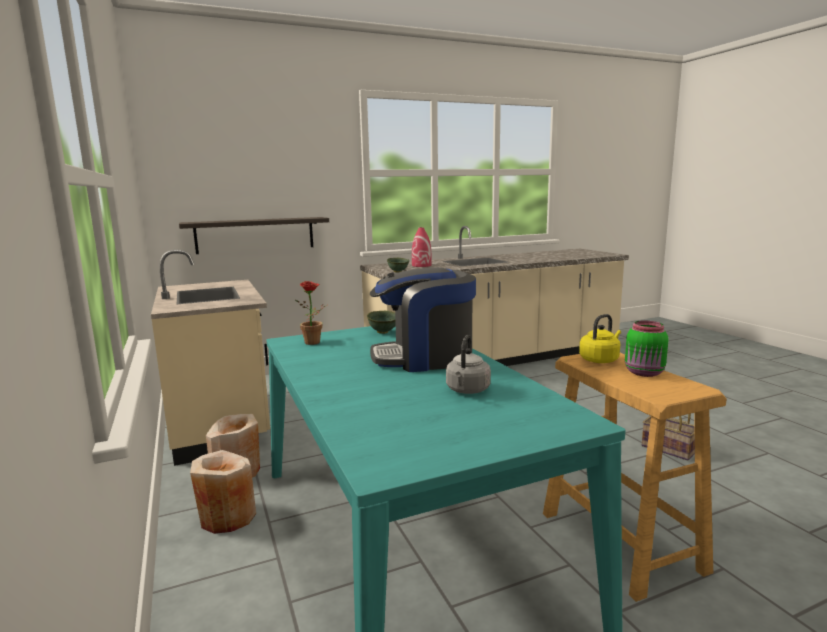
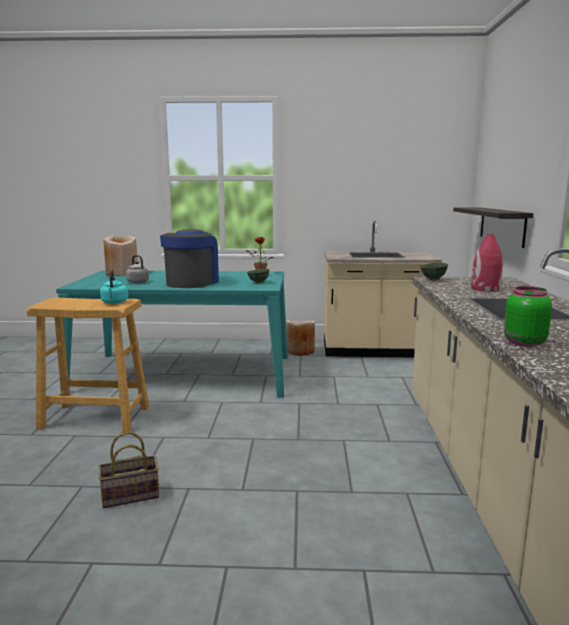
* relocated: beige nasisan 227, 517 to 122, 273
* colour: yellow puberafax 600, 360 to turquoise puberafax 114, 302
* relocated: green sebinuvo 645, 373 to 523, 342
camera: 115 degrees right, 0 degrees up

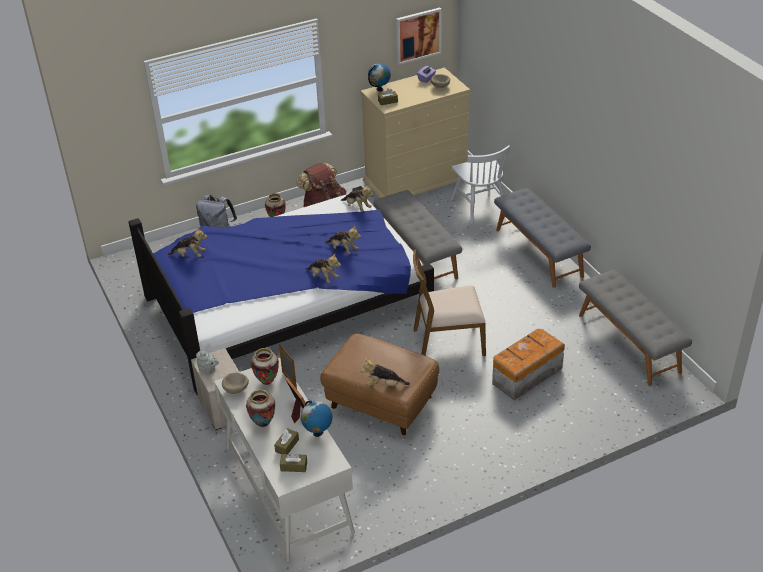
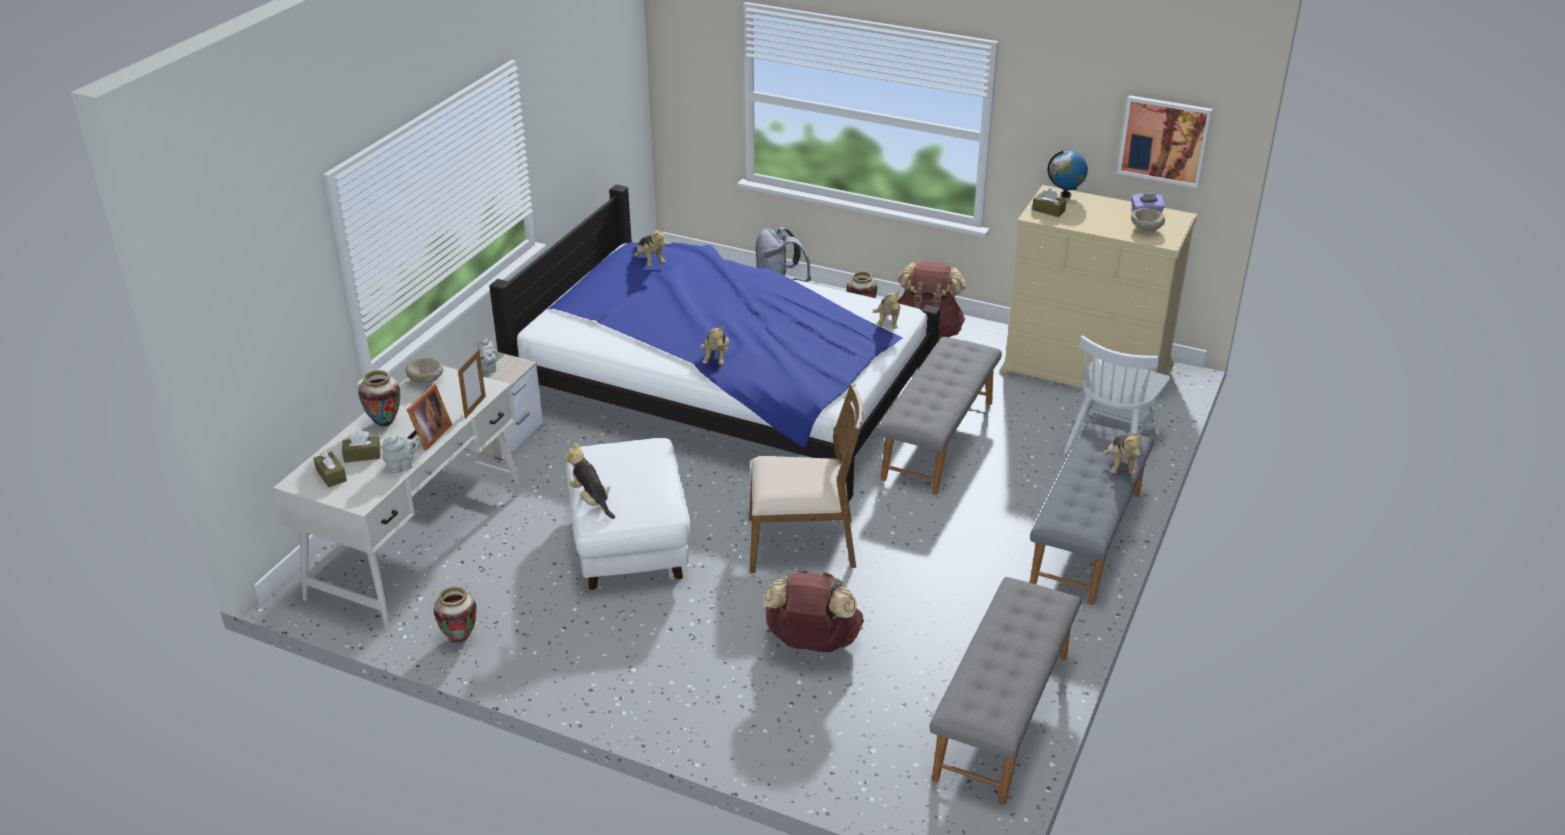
* relocated: nasisan 267, 381 to 460, 638
* exchanged: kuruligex 317, 433 to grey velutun 402, 466
* colour: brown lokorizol 382, 401 to white lokorizol 631, 543
* relocated: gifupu 343, 249 to 1119, 465
* spun: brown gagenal 448, 341 = 802, 543 135 degrees clockwise
* exchanged: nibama 525, 376 to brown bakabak 812, 643
camera: 50 degrees right, 5 degrees down

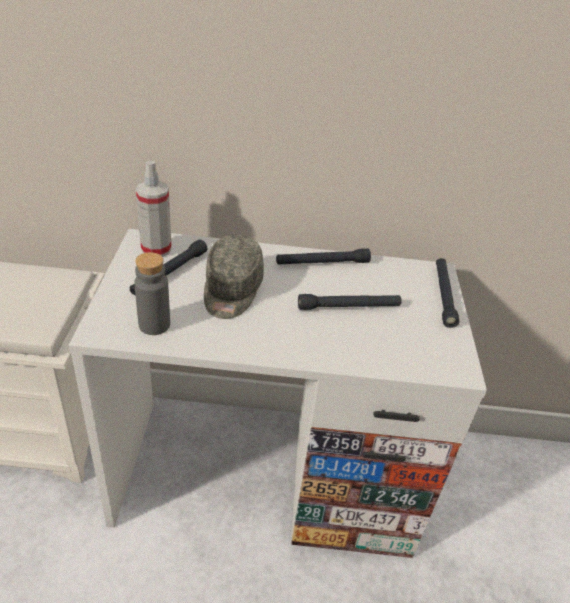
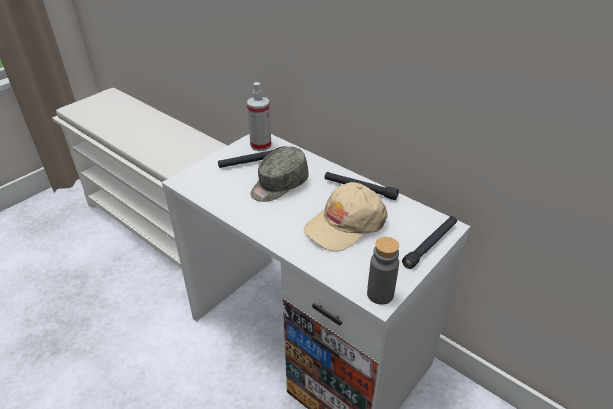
* relocated: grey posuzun 154, 325 to 380, 294
* exchanged: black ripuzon 349, 307 to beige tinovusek 345, 224
camera: 40 degrees right, 0 degrees up

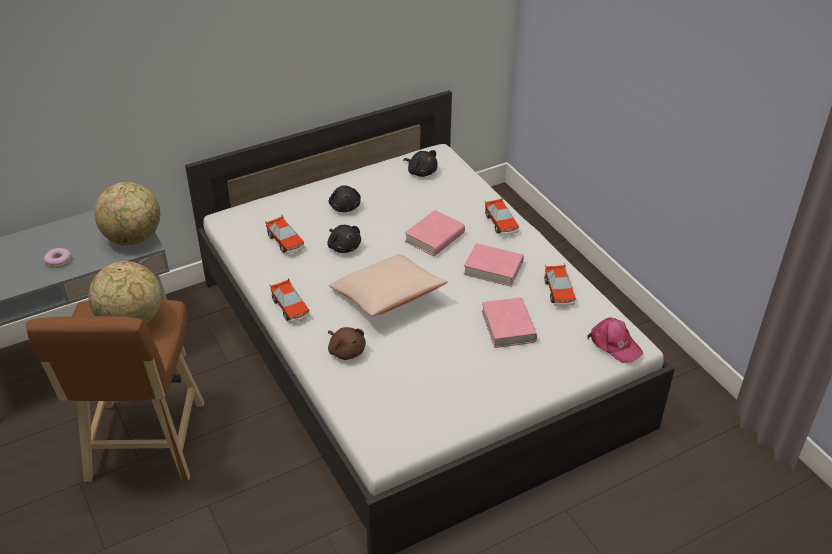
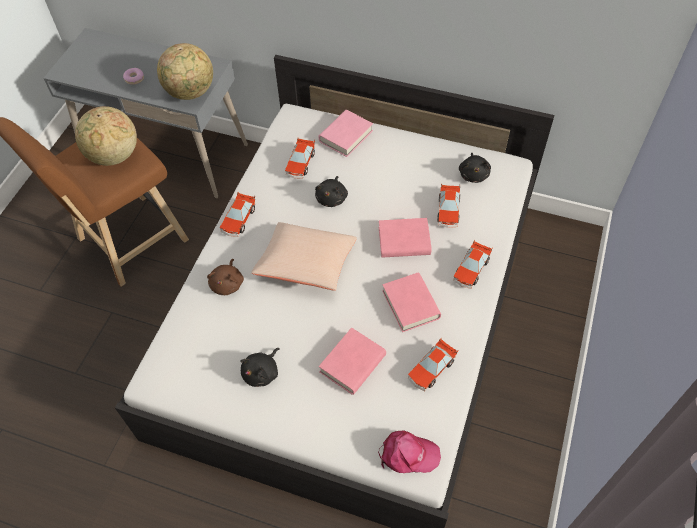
* relocated: black gifupu 345, 207 to 262, 372
* spun: pink tinovusek 614, 344 = 408, 454 90 degrees counterclockwise
* appeared: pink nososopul 346, 136
* appeared: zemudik 448, 211
camera: 50 degrees right, 15 degrees up

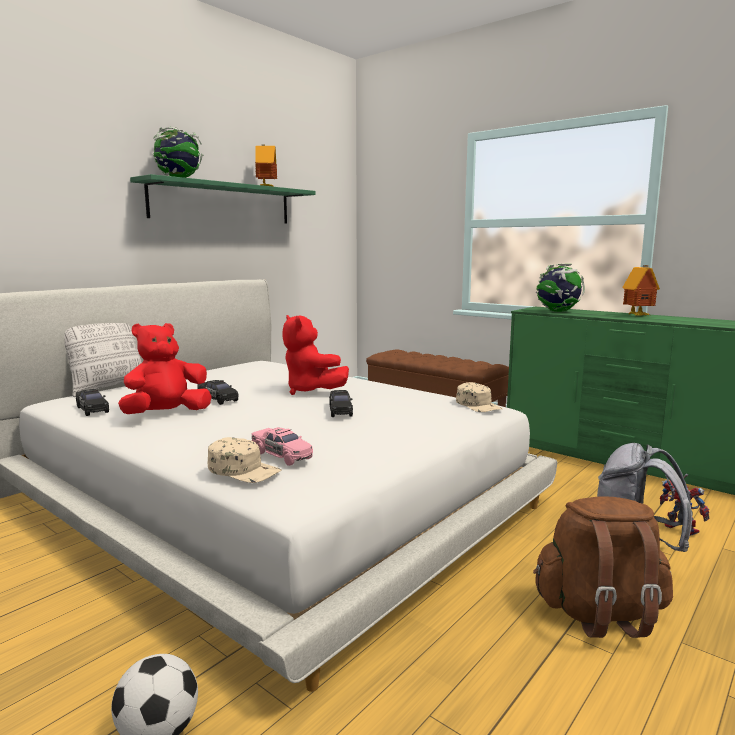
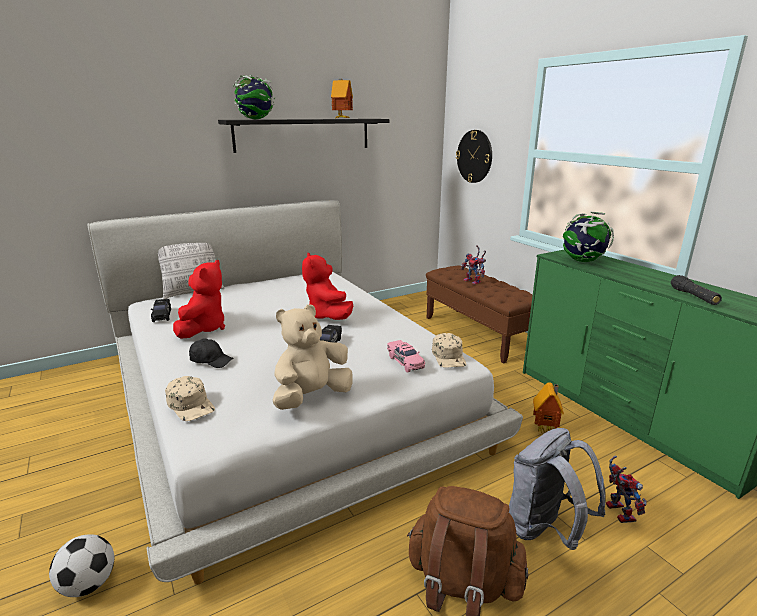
* spun: red gifupu 166, 414 = 203, 328 120 degrees clockwise
* colour: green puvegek 223, 203 to black puvegek 303, 134
* missing: black zemudik 218, 399
* relocated: pink zemudik 282, 455 to 405, 362
* relocated: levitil 638, 316 to 545, 429
* appeared: black tinovusek 211, 360
* appeared: beige gifupu 312, 397
* appeared: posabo 474, 156
* appeared: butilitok 474, 281
* appeared: black ripuzon 693, 297
camera: 20 degrees right, 10 degrees up

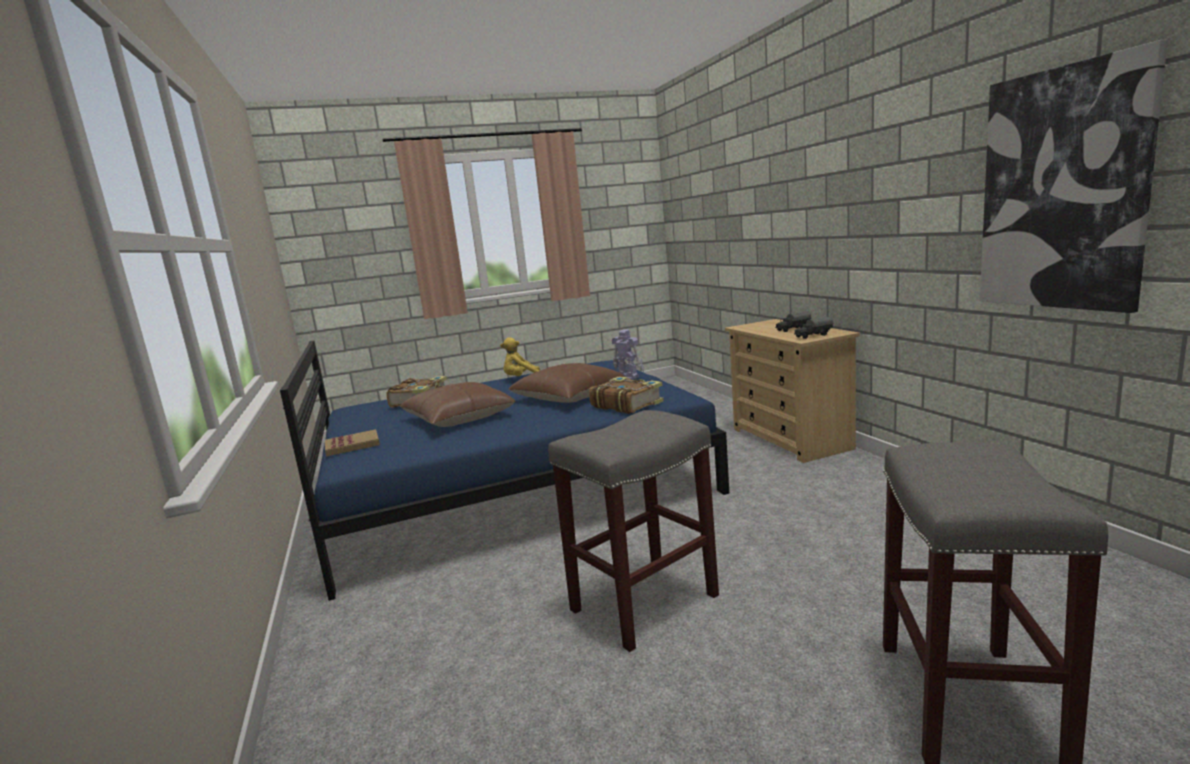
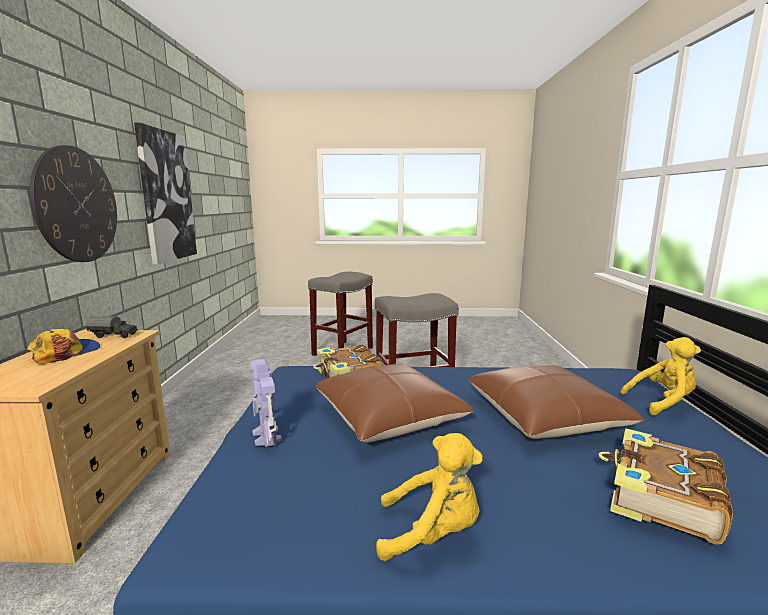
* exchanged: nososopul 352, 445 to yellow gifupu 662, 402
* exchanged: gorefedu 792, 329 to tinovusek 66, 353
* appeared: posabo 77, 205
camera: 160 degrees left, 0 degrees up

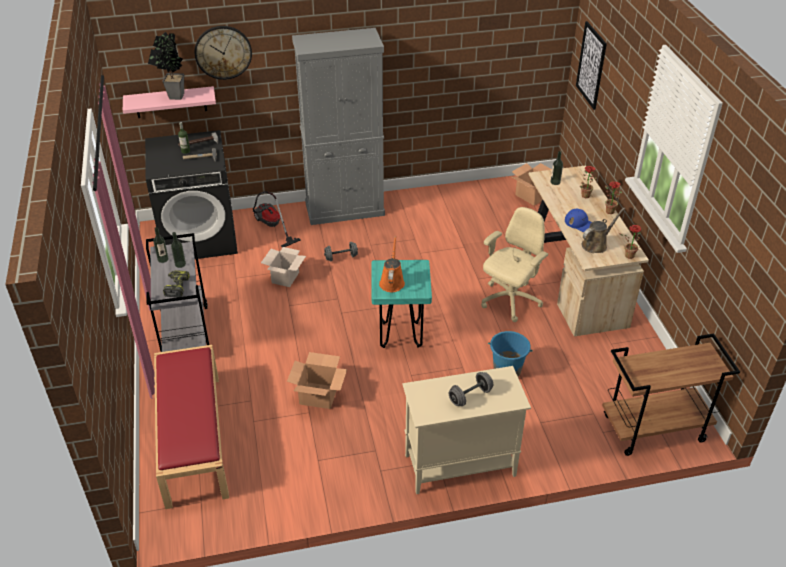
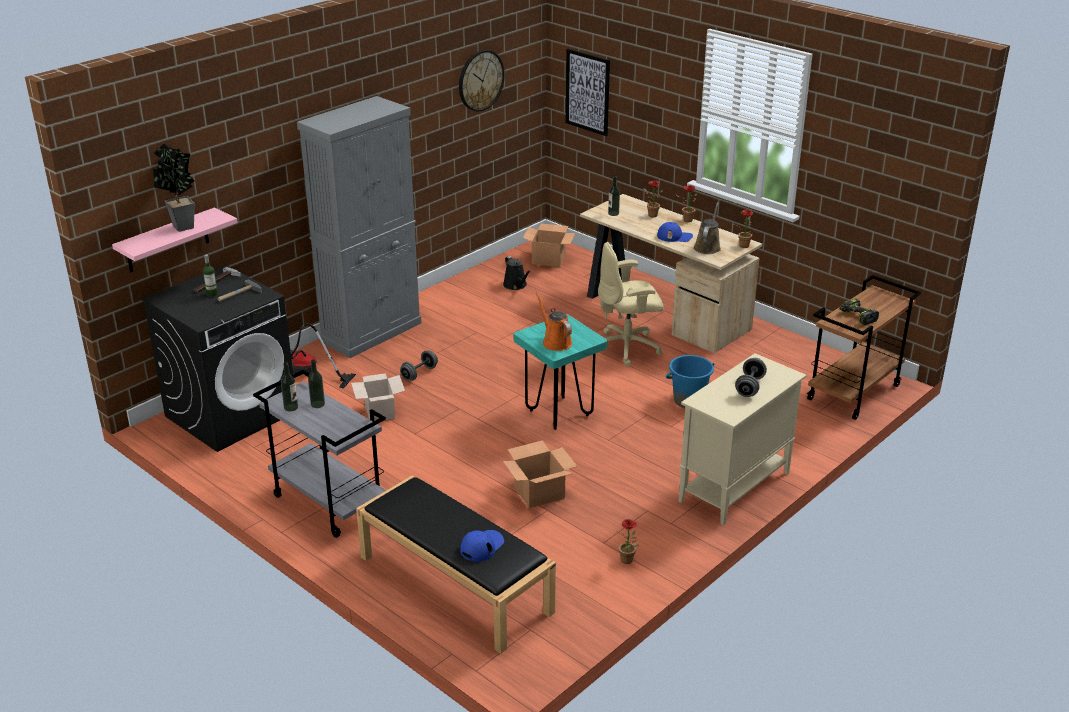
* colour: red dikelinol 193, 438 to black dikelinol 453, 584
* relocated: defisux 176, 287 to 857, 316
* relocated: posabo 223, 52 to 480, 80
* spun: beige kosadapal 510, 301 = 627, 348 105 degrees counterclockwise
* appeared: blue tinovusek 482, 546
* appeared: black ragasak 516, 285
* appeared: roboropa 628, 561
camera: 35 degrees left, 10 degrees down

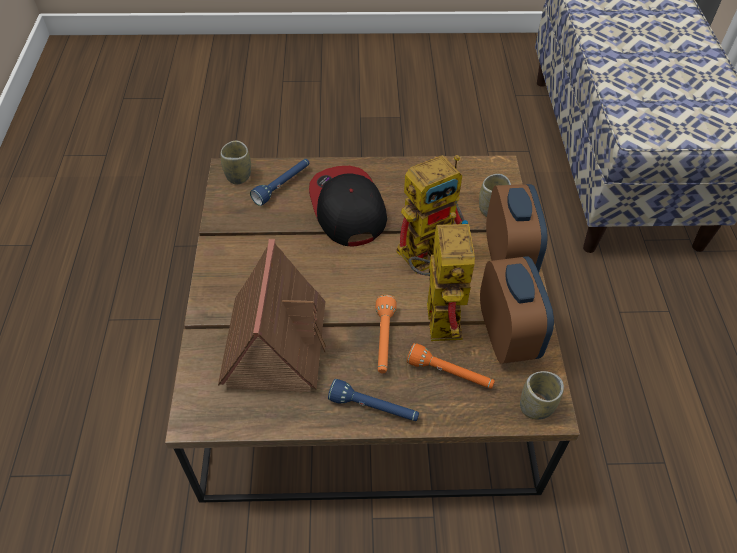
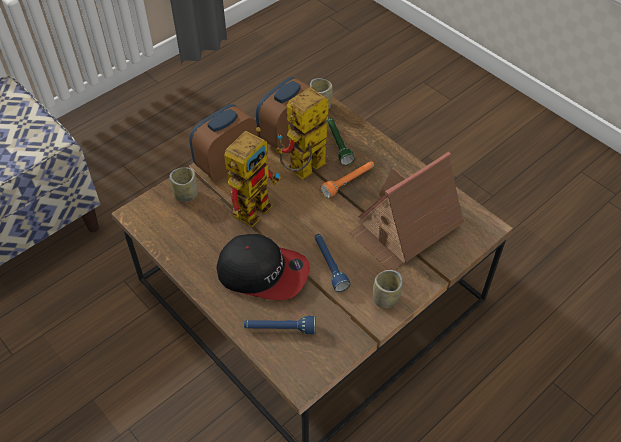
* relocated: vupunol 238, 176 to 385, 299
* spun: tinovusek 347, 208 = 263, 272 105 degrees counterclockwise
* relocated: blue ripuzon 374, 408 to 329, 265
* spun: butilitok 431, 248 = 254, 203 105 degrees clockwise
* colour: orange ripuzon 450, 374 to green ripuzon 338, 144
camera: 130 degrees left, 0 degrees up

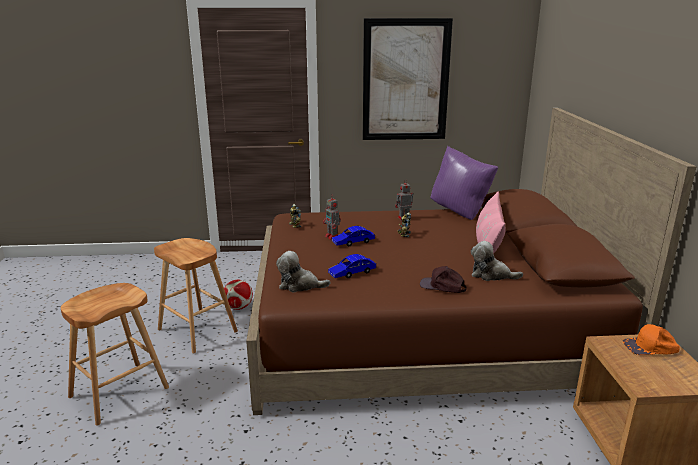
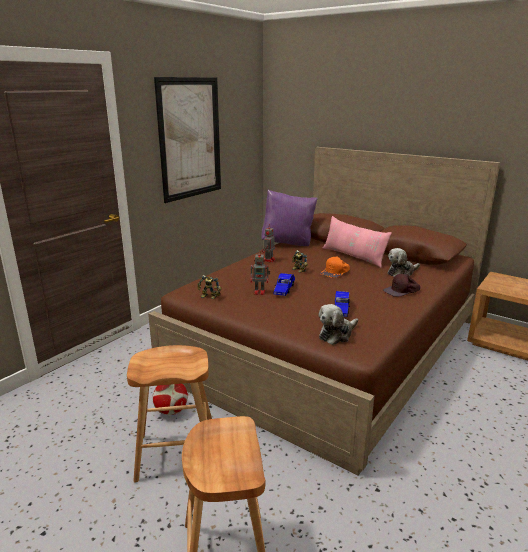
* relocated: orange tinovusek 650, 347 to 335, 272
camera: 50 degrees left, 0 degrees up

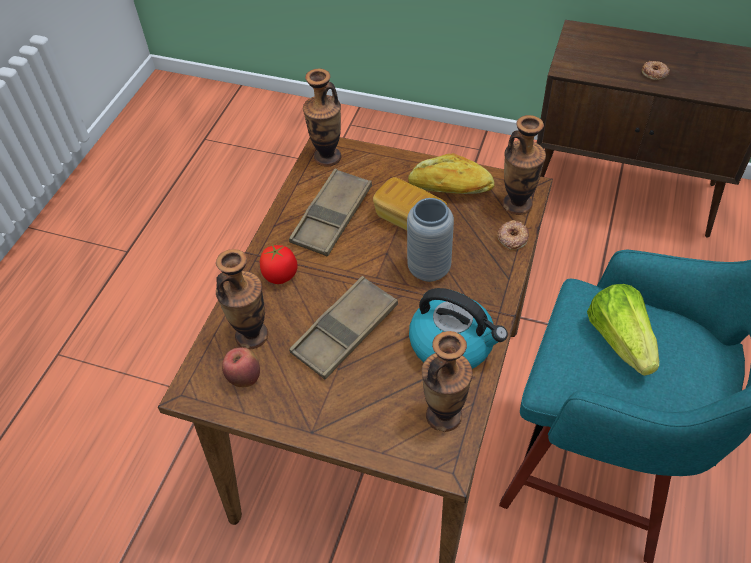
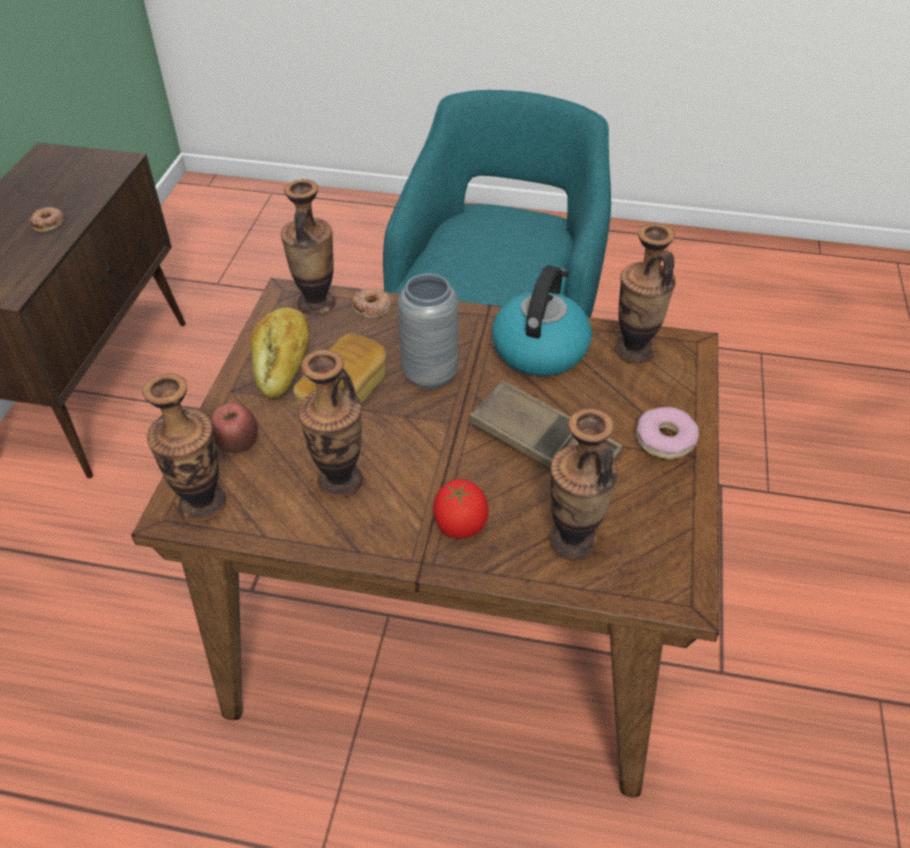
* relocated: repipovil 244, 378 to 238, 445
* exchanged: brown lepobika 332, 217 to nasisan 340, 481
* missing: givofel 620, 340
* appeared: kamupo 664, 439
camera: 100 degrees left, 5 degrees down

